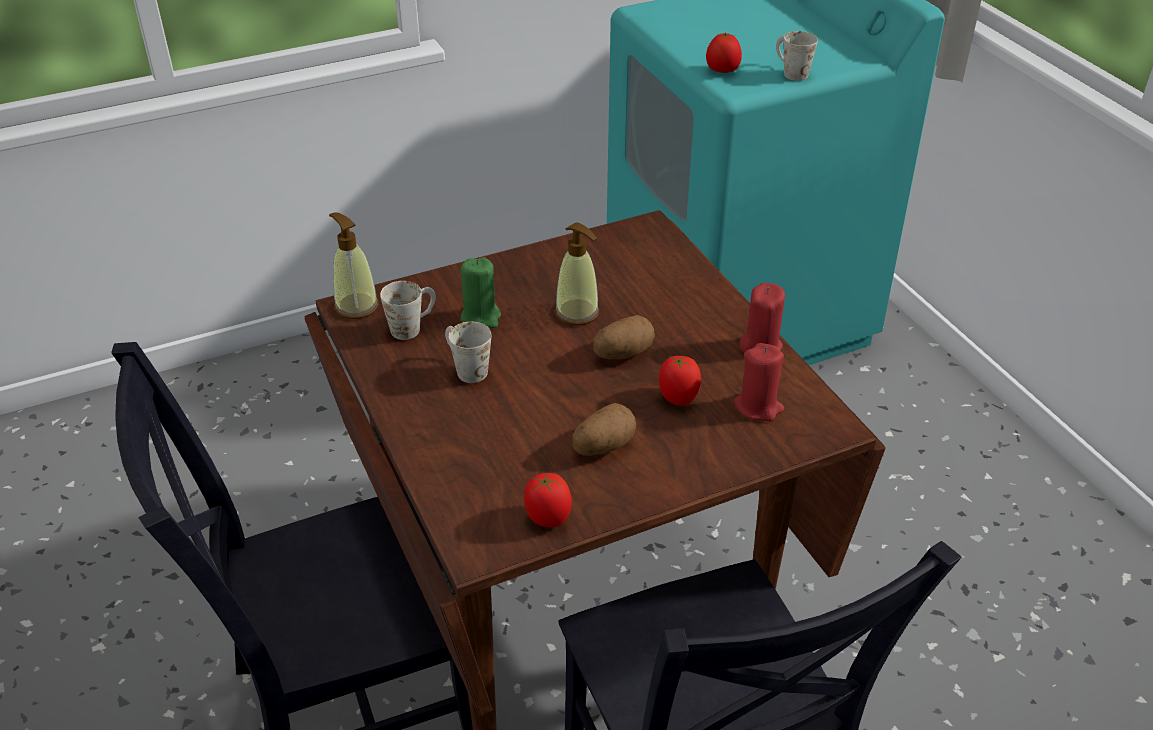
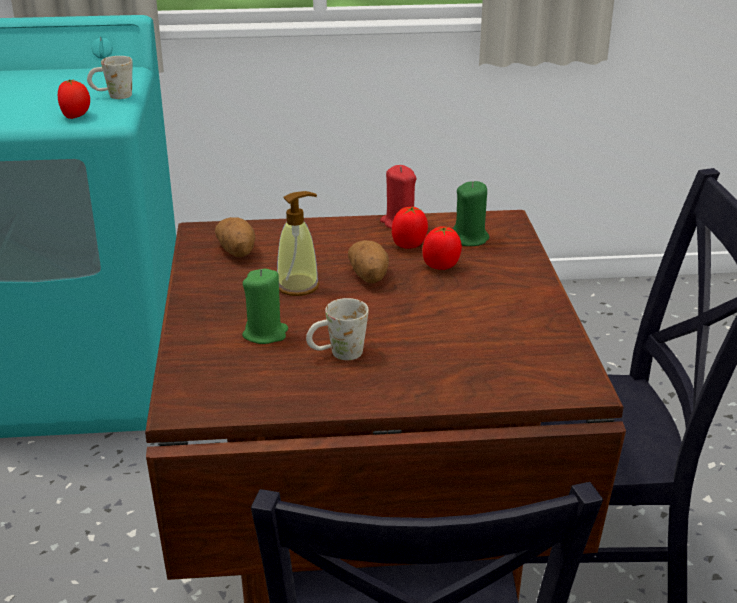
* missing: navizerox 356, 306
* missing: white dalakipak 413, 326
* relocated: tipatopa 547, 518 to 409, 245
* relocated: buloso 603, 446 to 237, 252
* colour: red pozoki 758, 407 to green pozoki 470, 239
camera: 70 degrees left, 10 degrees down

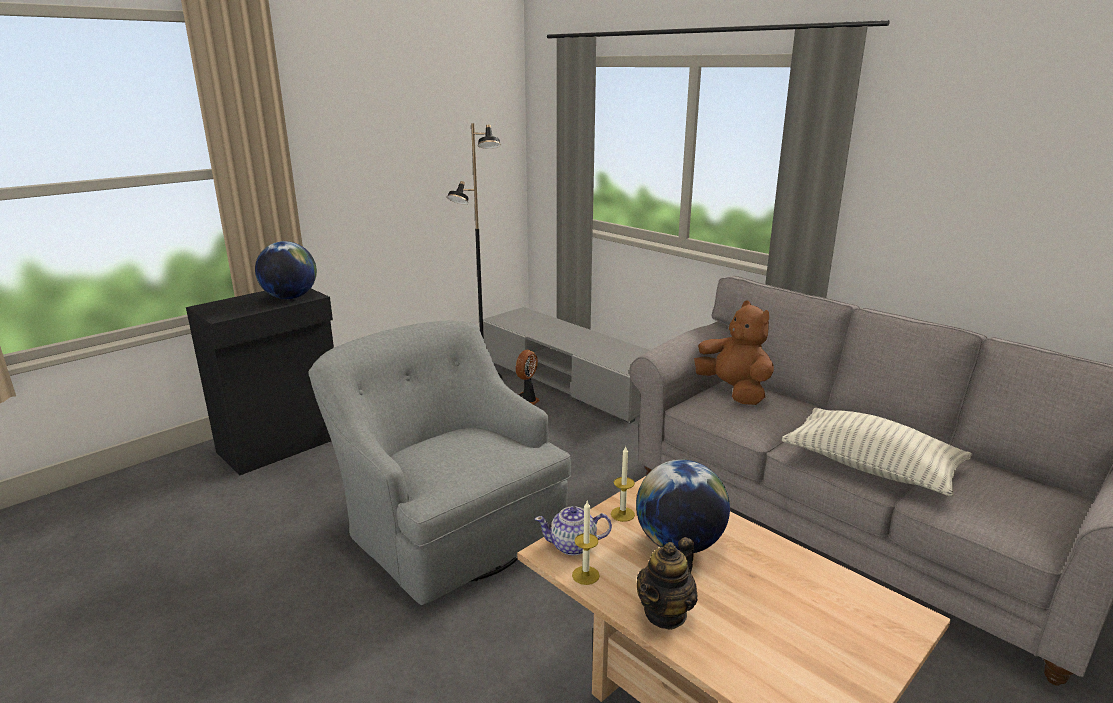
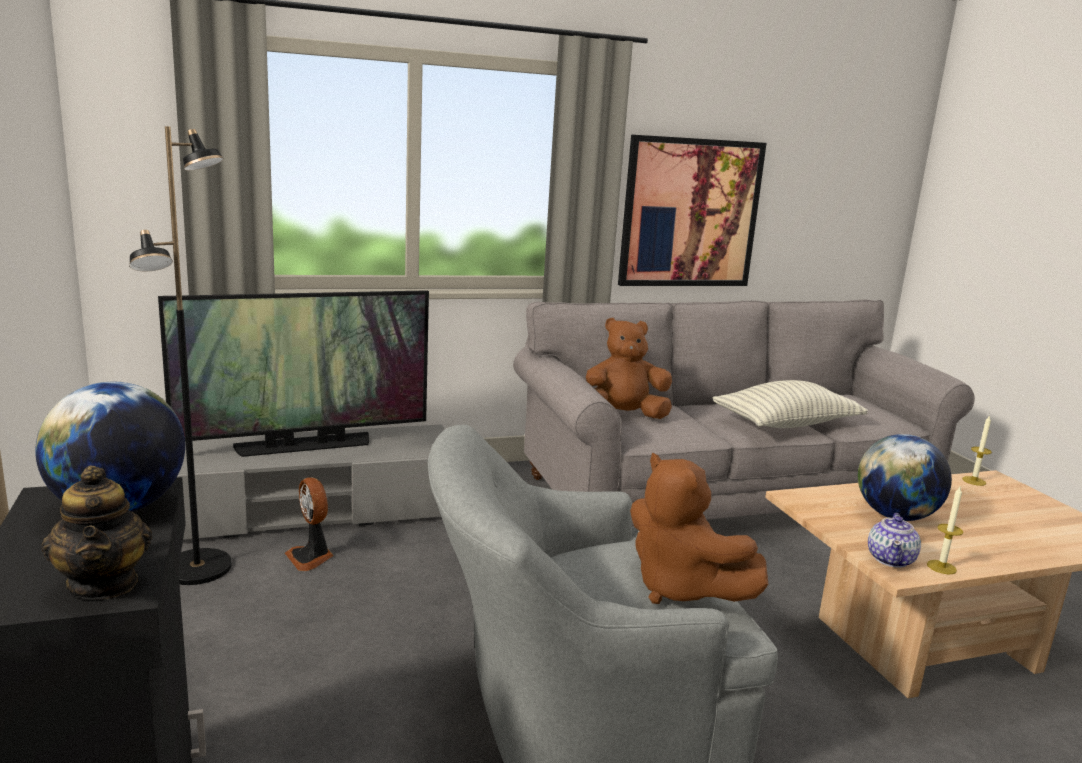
* relocated: pozoki 622, 514 to 974, 481
* relocated: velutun 665, 613 to 104, 584
* appeared: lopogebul 304, 445
* appeared: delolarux 690, 213
* appeared: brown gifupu 681, 589
camera: 65 degrees left, 5 degrees down

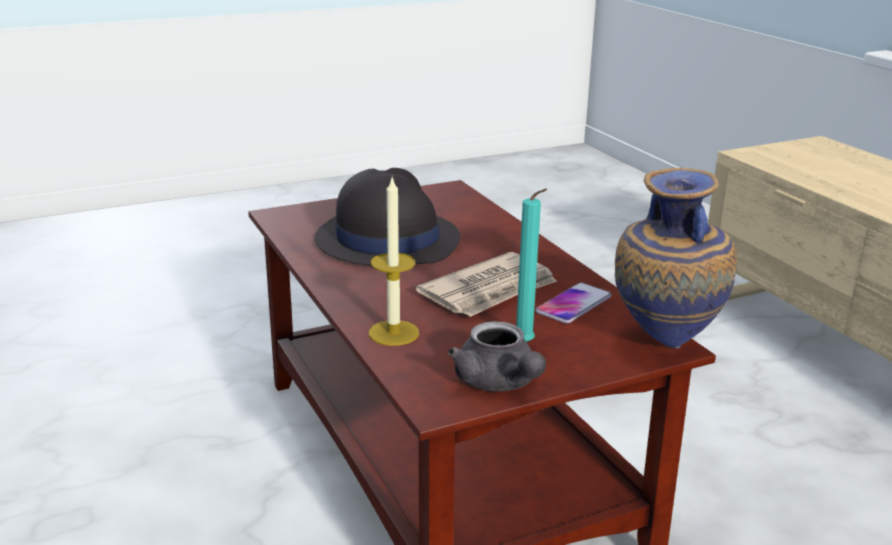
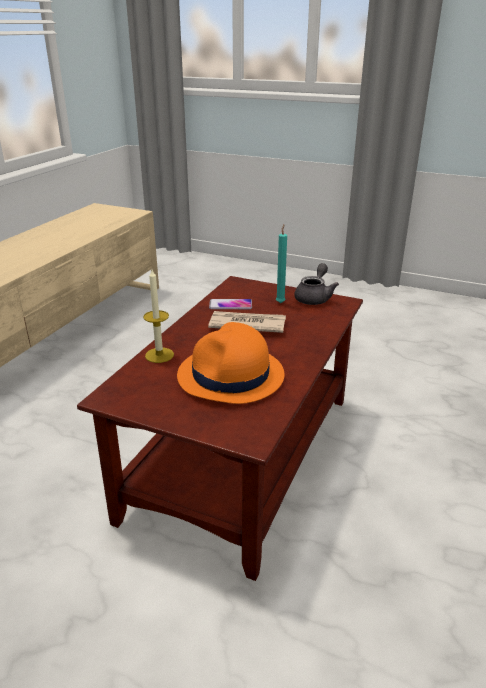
* colour: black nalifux 386, 239 to orange nalifux 231, 376
* relocated: pozoki 393, 333 to 159, 355
* missing: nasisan 662, 347
camera: 130 degrees left, 5 degrees up

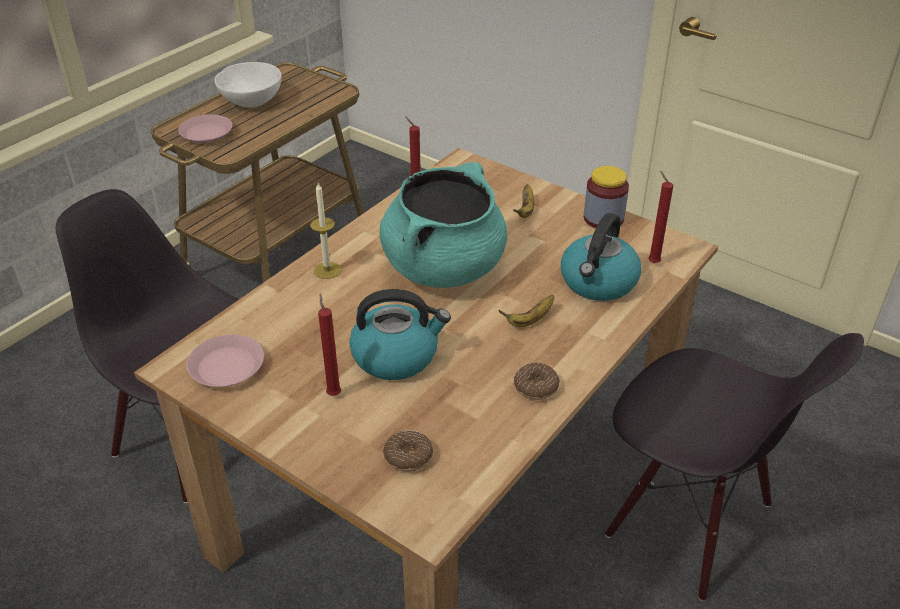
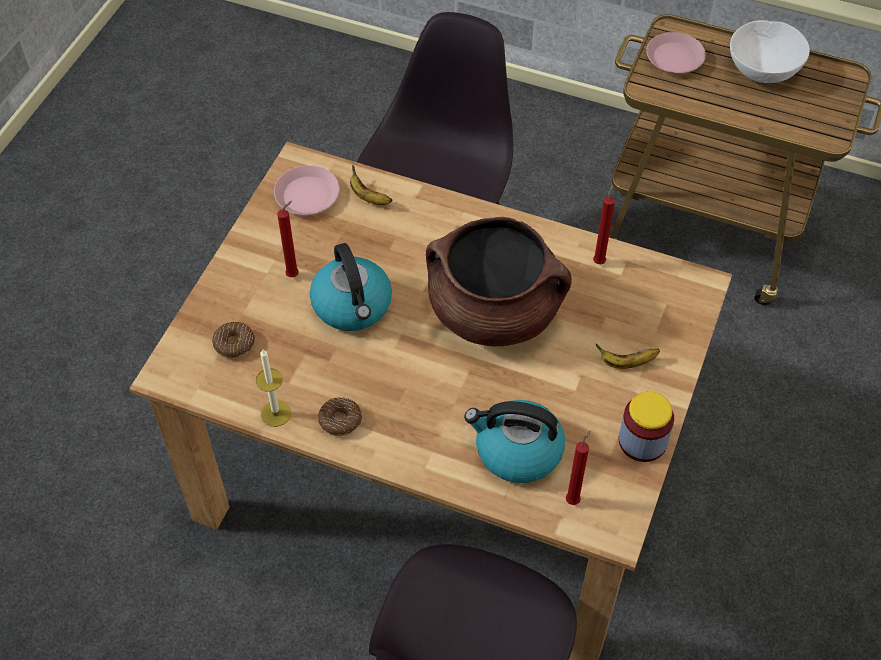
* relocated: pozoki 327, 270 to 276, 413
* colour: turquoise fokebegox 444, 267 to brown fokebegox 495, 311
* relocated: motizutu 529, 320 to 368, 197
camera: 75 degrees right, 15 degrees up

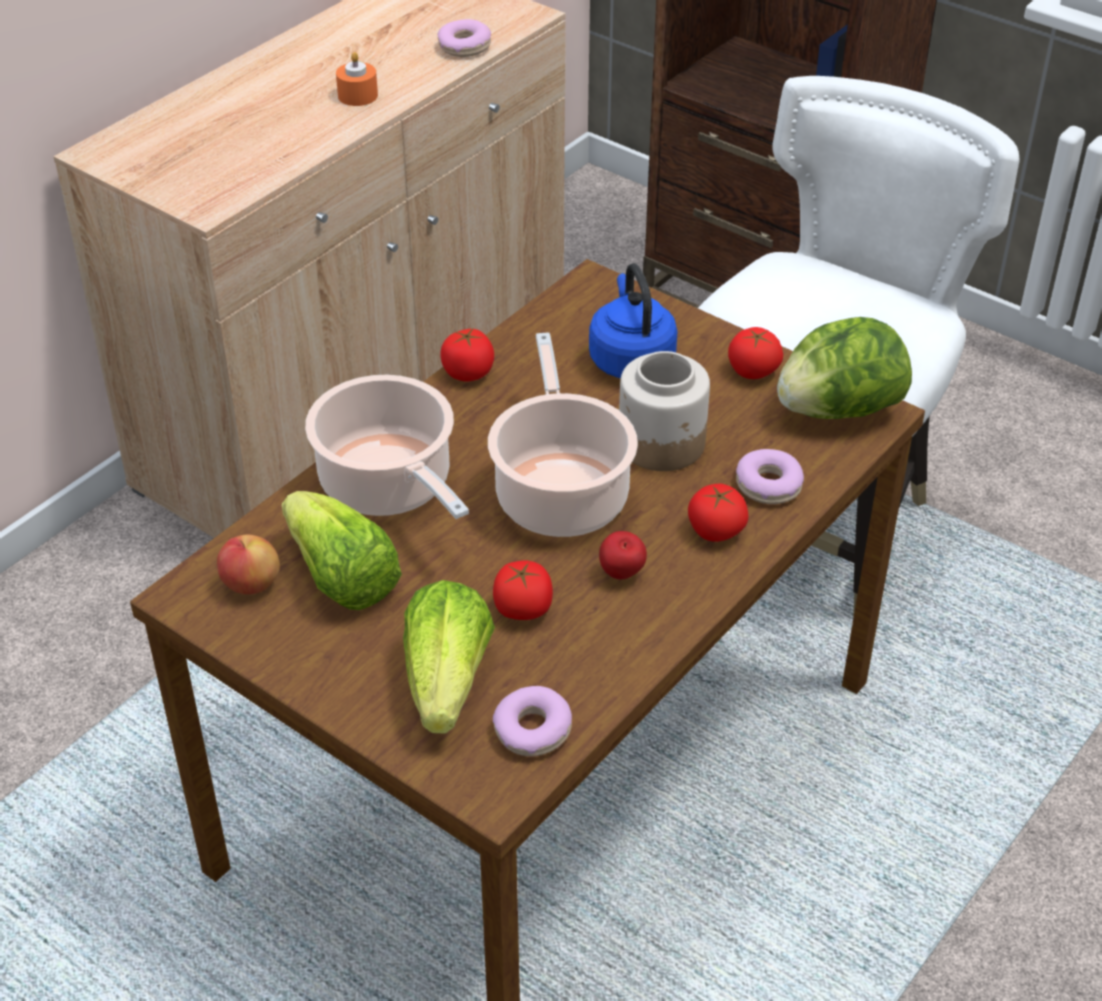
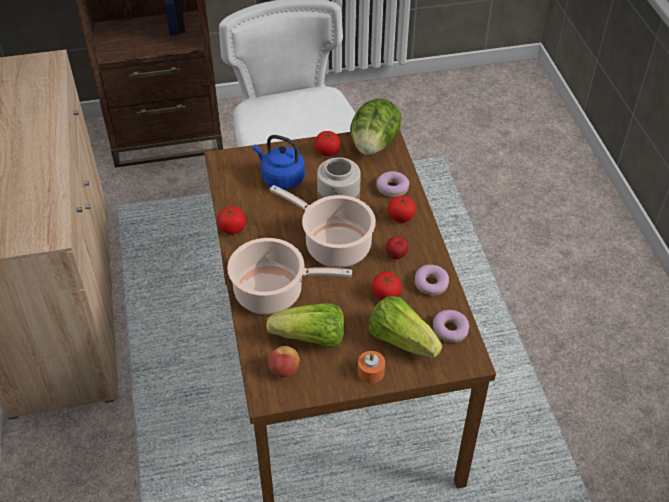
* relocated: orange pozoki 358, 95 to 371, 372
* relocated: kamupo 464, 47 to 431, 284
camera: 50 degrees left, 5 degrees up

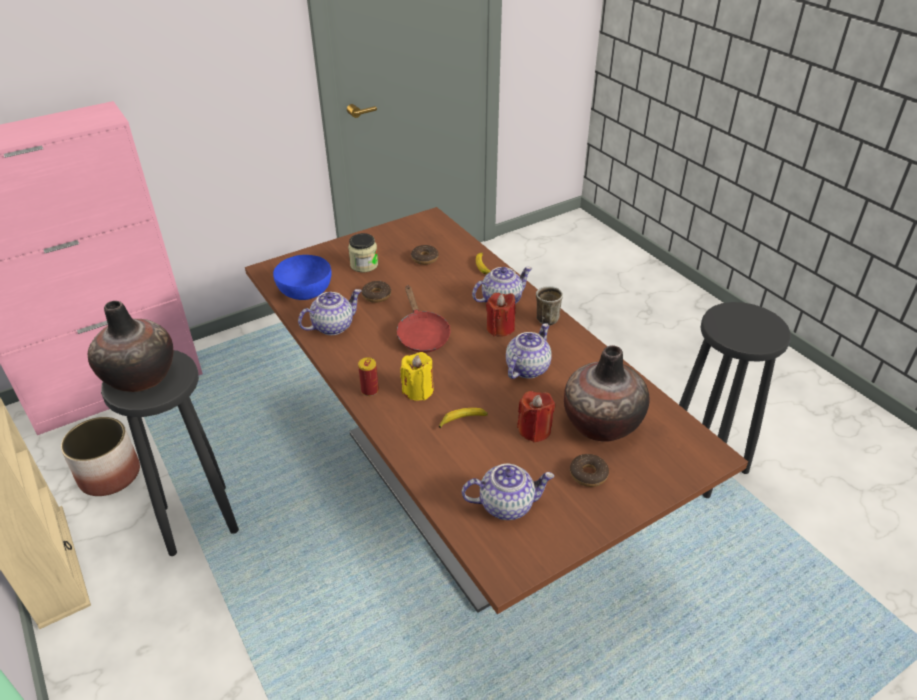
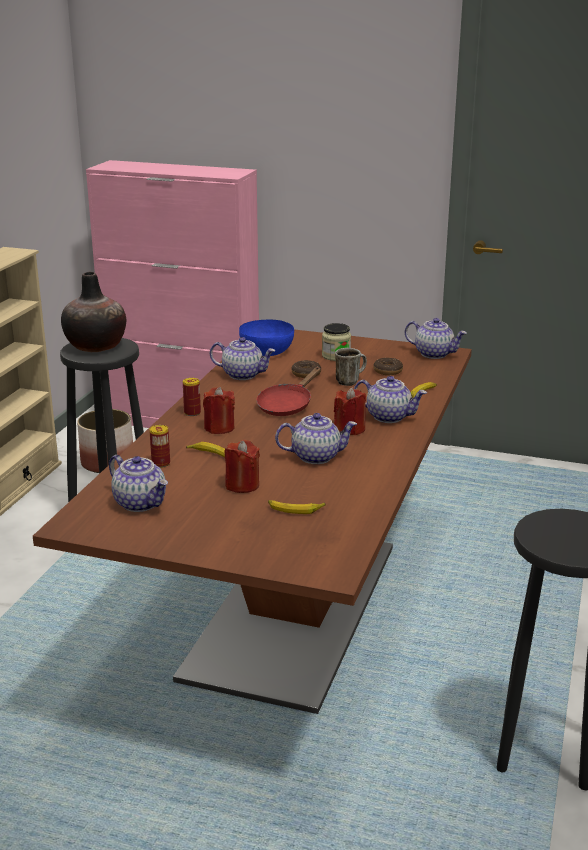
* colour: yellow pozoki 418, 390 to red pozoki 219, 428
* relocated: dalakipak 546, 317 to 350, 381
* exchanged: nasisan 601, 423 to motizutu 295, 509
* missing: kamupo 588, 474
* appeared: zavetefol 161, 463
* appeared: velutun 434, 354
camera: 50 degrees right, 15 degrees down

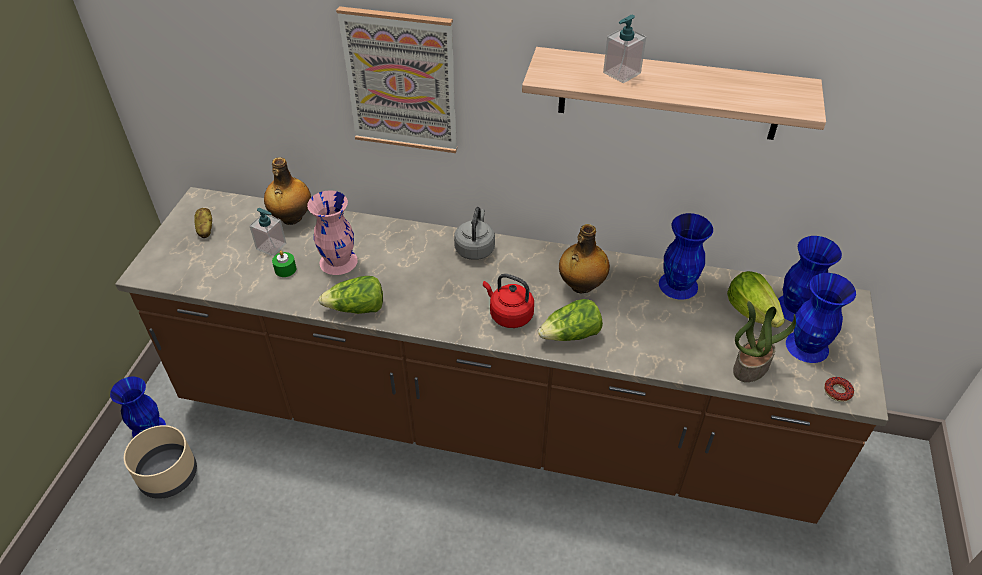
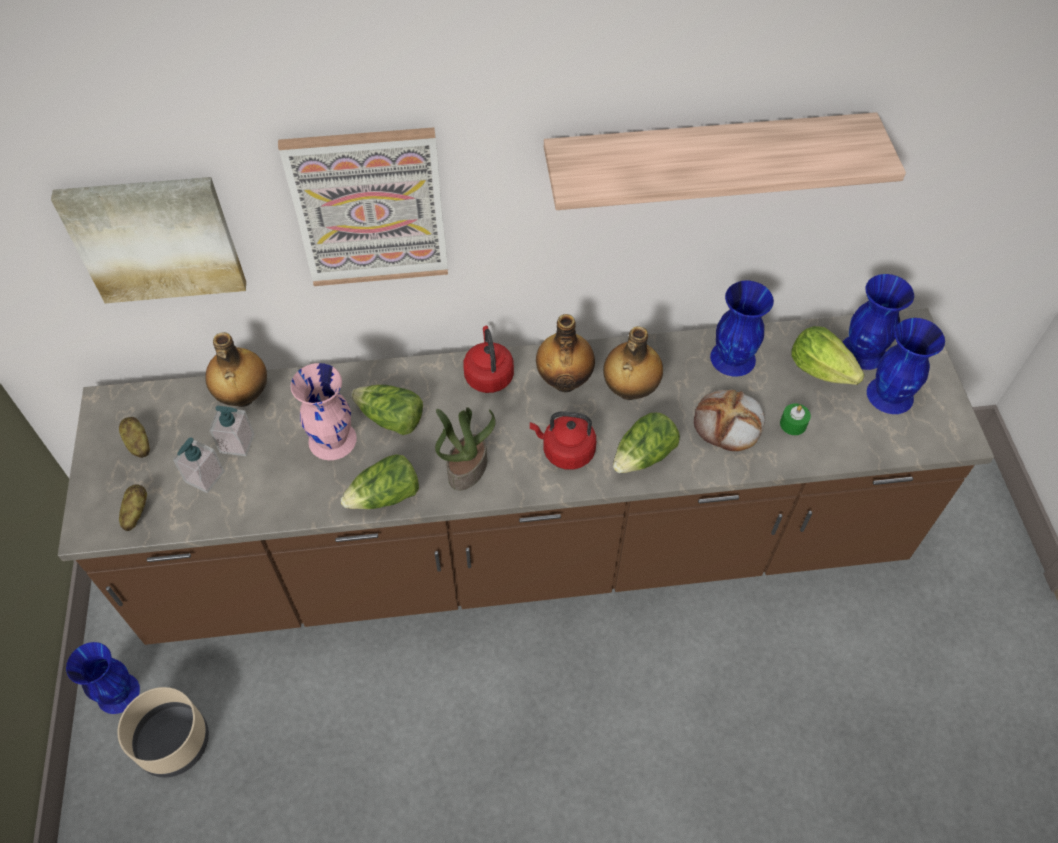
* relocated: green pozoki 285, 269 to 793, 424
* colour: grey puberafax 475, 248 to red puberafax 488, 375
* relocated: navizerox 621, 73 to 204, 477
* relocated: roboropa 750, 366 to 467, 468
* missing: kamupo 837, 391
* appeared: delolarux 155, 238
* appeared: buloso 135, 513
* appeared: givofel 391, 419
* appeared: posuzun 564, 380
* appeared: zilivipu 729, 423
camera: 20 degrees left, 10 degrees up

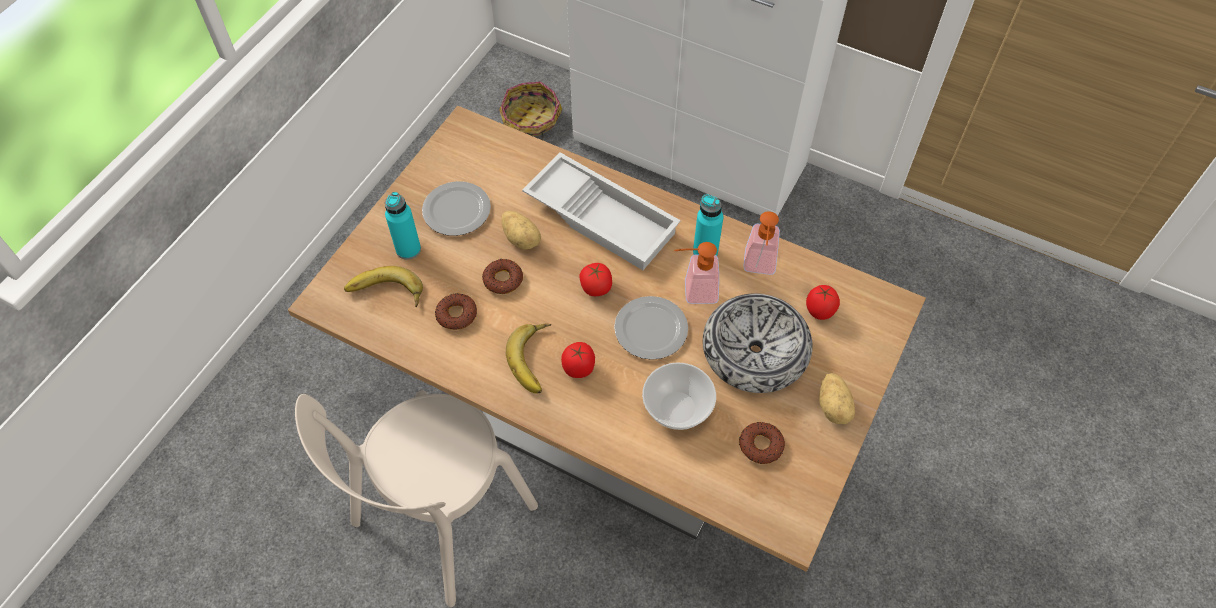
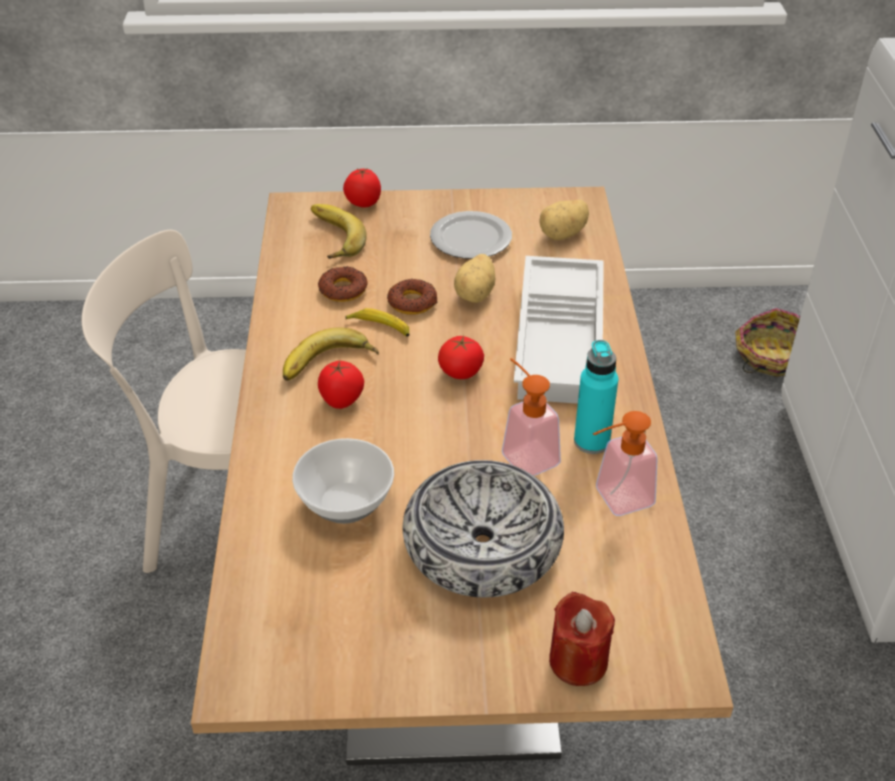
* missing: turquoise posuzun 408, 249
* missing: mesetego 650, 329
* missing: kamupo 760, 445
* relocated: tipatopa 819, 312 to 363, 204
* relocated: buloso 834, 407 to 564, 234
* appeared: motizutu 380, 328
* appeared: red pozoki 578, 661
camera: 60 degrees right, 15 degrees down

